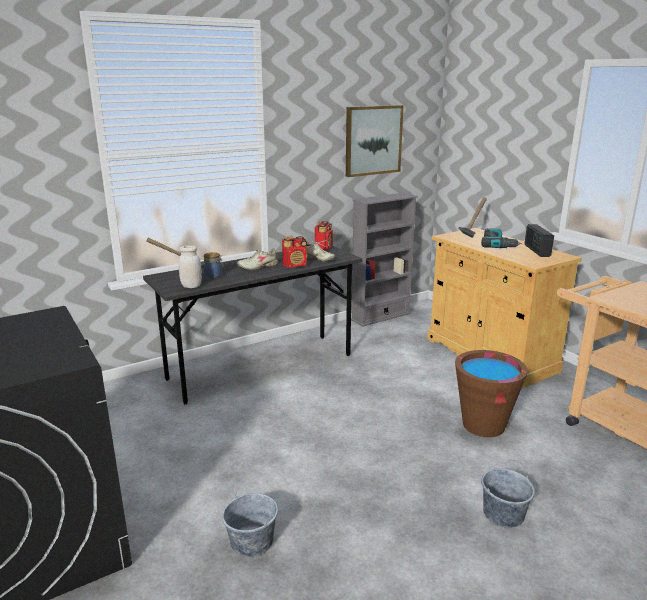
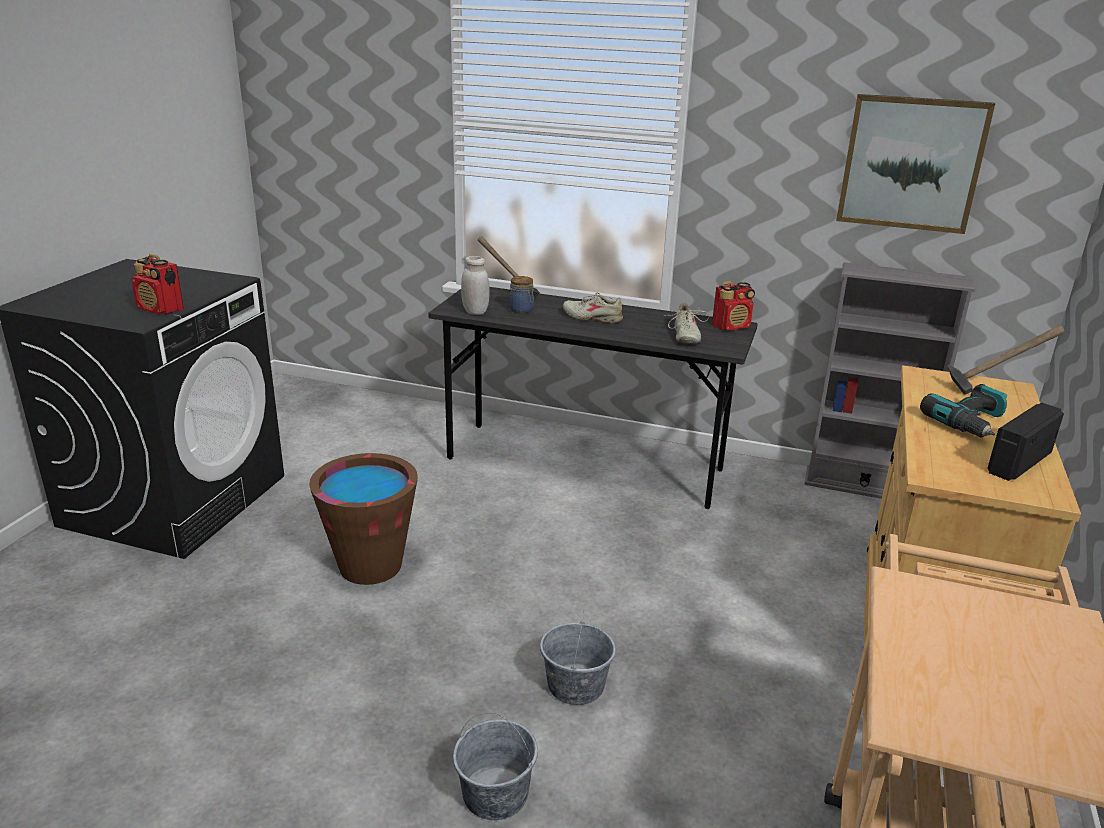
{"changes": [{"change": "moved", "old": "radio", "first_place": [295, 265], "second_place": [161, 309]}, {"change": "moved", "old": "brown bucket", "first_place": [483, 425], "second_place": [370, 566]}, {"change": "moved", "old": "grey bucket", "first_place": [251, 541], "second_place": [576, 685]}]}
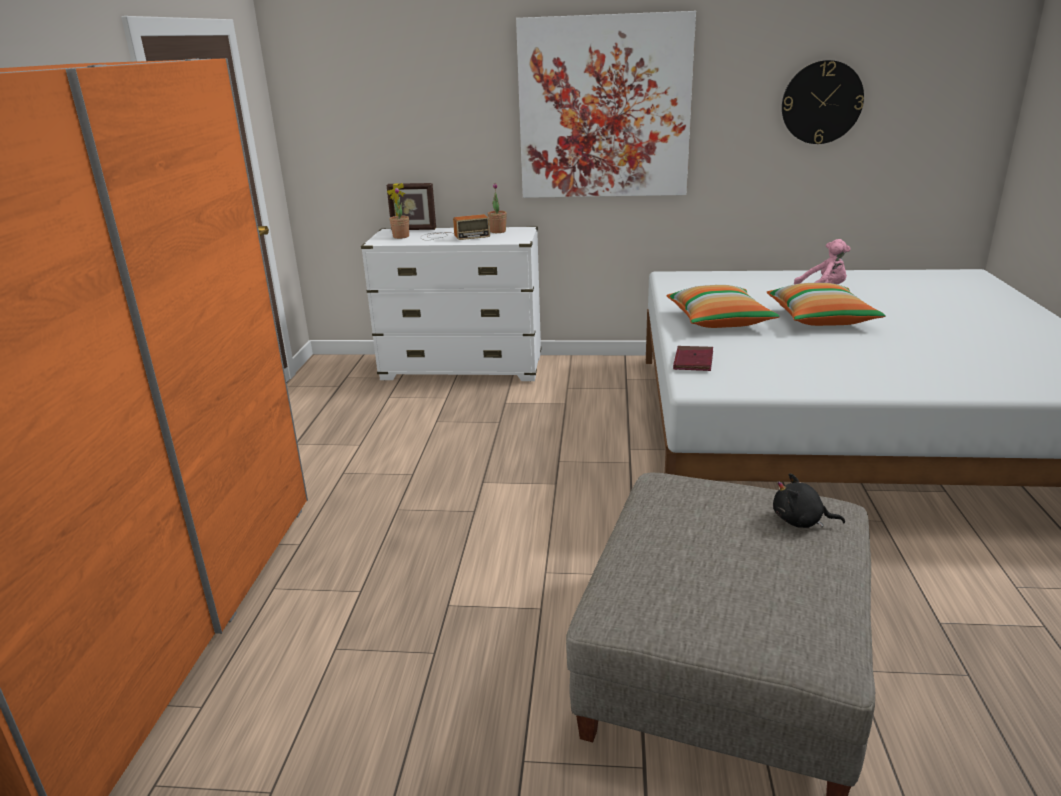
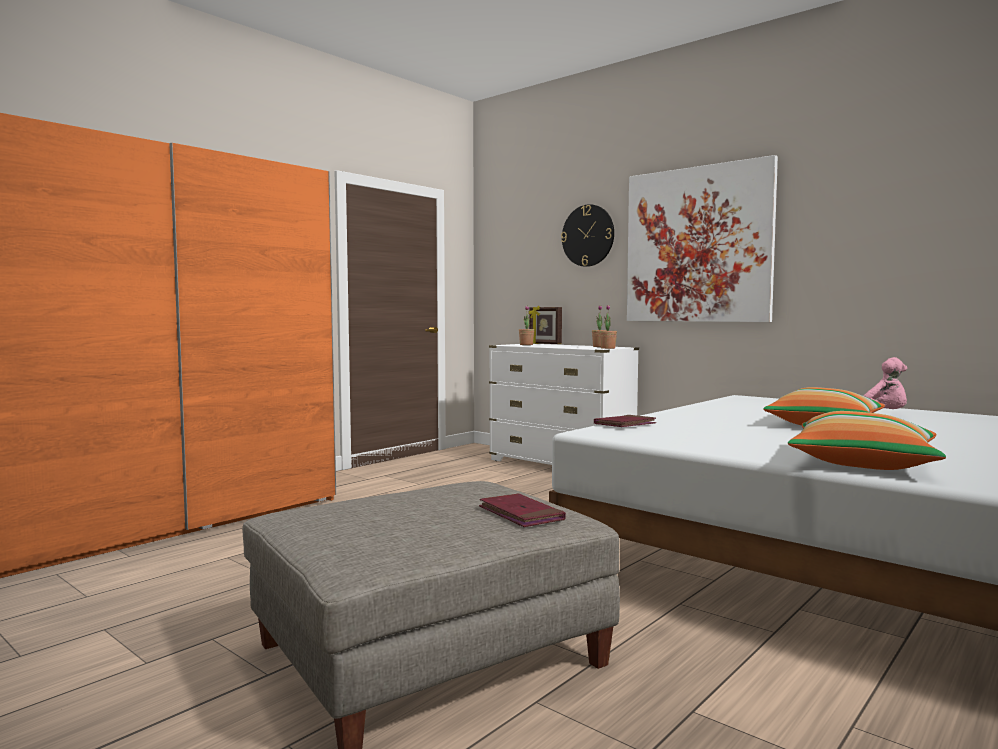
{"changes": [{"change": "replaced", "old": "black plush toy", "new": "red book", "first_place": [801, 521], "second_place": [521, 514]}, {"change": "moved", "old": "wall clock", "first_place": [822, 102], "second_place": [588, 235]}, {"change": "added", "new": "potted plant", "second_place": [608, 348]}, {"change": "moved", "old": "pillow", "first_place": [719, 321], "second_place": [863, 463]}, {"change": "removed", "old": "radio", "first_place": [452, 236]}]}
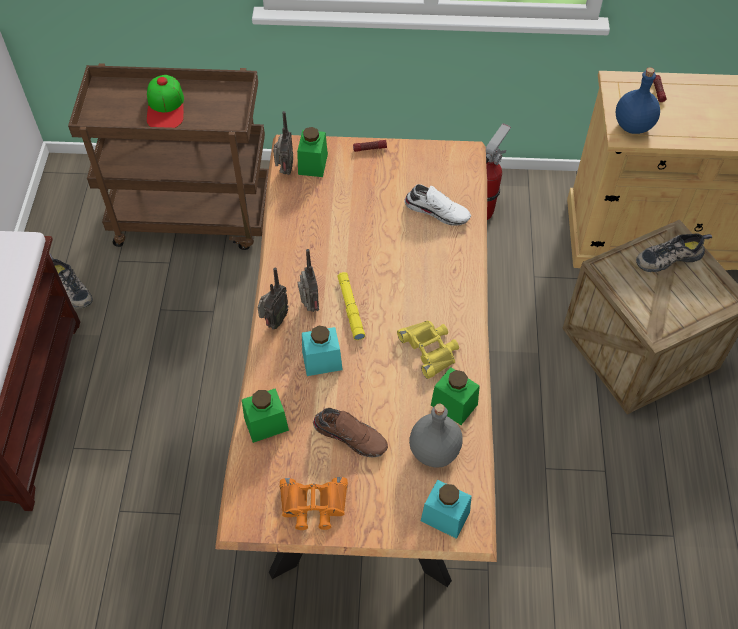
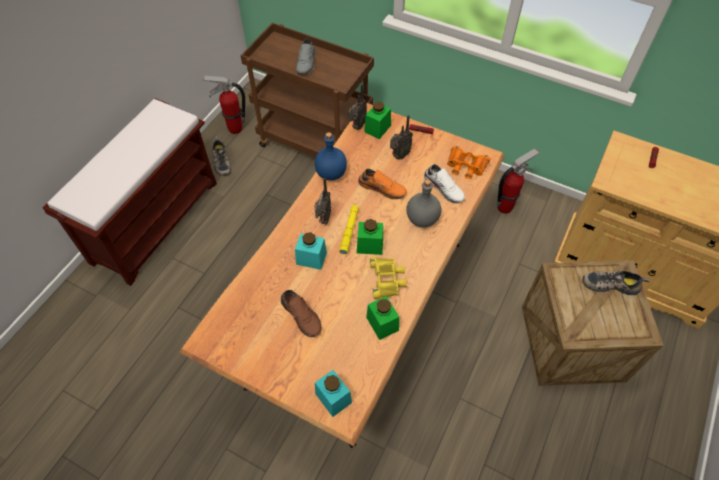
{"changes": [{"change": "added", "new": "fire extinguisher", "second_place": [234, 129]}, {"change": "replaced", "old": "cap", "new": "grey shoe", "first_place": [166, 107], "second_place": [307, 63]}, {"change": "moved", "old": "blue bottle", "first_place": [632, 126], "second_place": [330, 173]}, {"change": "moved", "old": "green jar", "first_place": [266, 424], "second_place": [370, 245]}, {"change": "added", "new": "orange shoe", "second_place": [382, 188]}, {"change": "moved", "old": "radio", "first_place": [274, 322], "second_place": [399, 156]}, {"change": "moved", "old": "grey bottle", "first_place": [433, 450], "second_place": [422, 218]}, {"change": "moved", "old": "orange binoculars", "first_place": [313, 505], "second_place": [466, 166]}]}
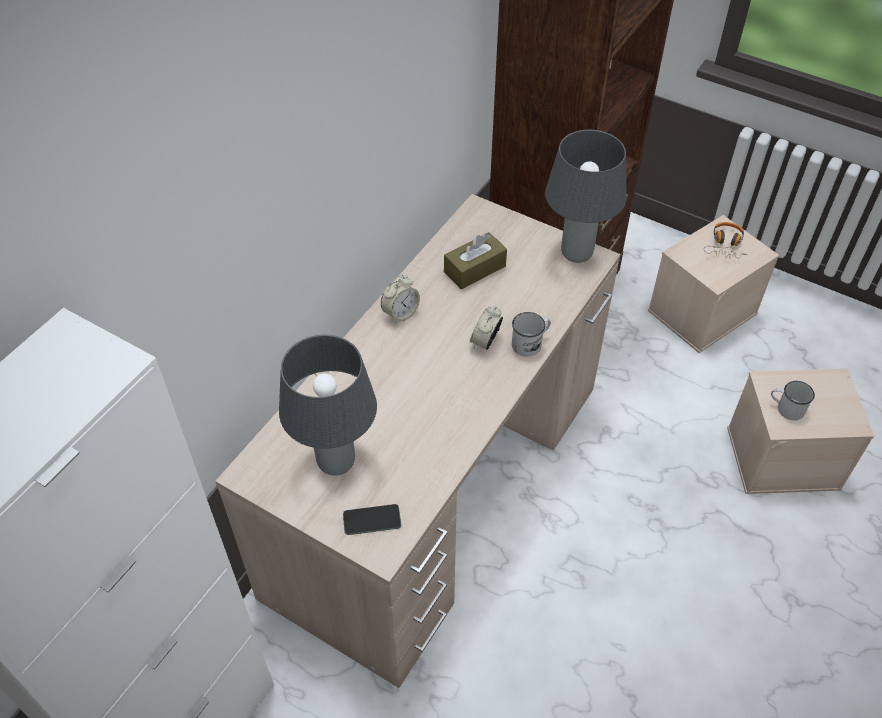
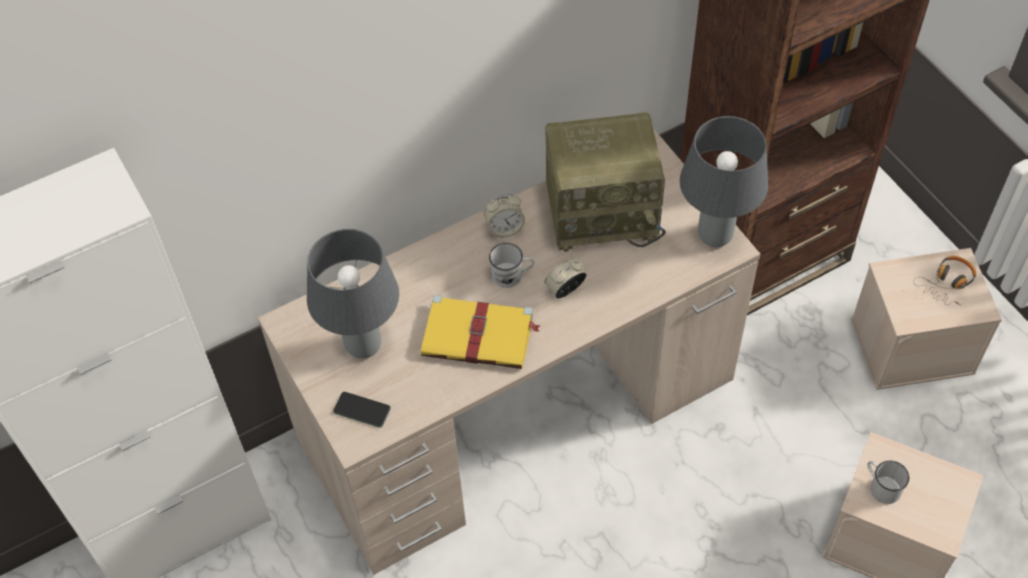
{"changes": [{"change": "added", "new": "yellow book", "second_place": [479, 336]}, {"change": "moved", "old": "white mug", "first_place": [530, 343], "second_place": [512, 275]}, {"change": "replaced", "old": "brown tissue box", "new": "radio", "first_place": [474, 269], "second_place": [603, 211]}]}
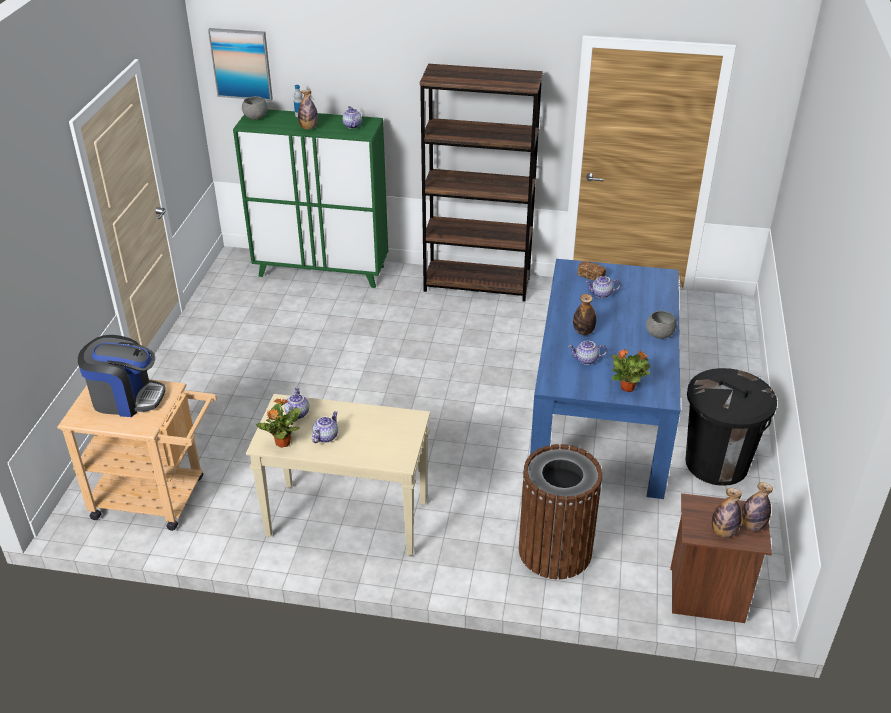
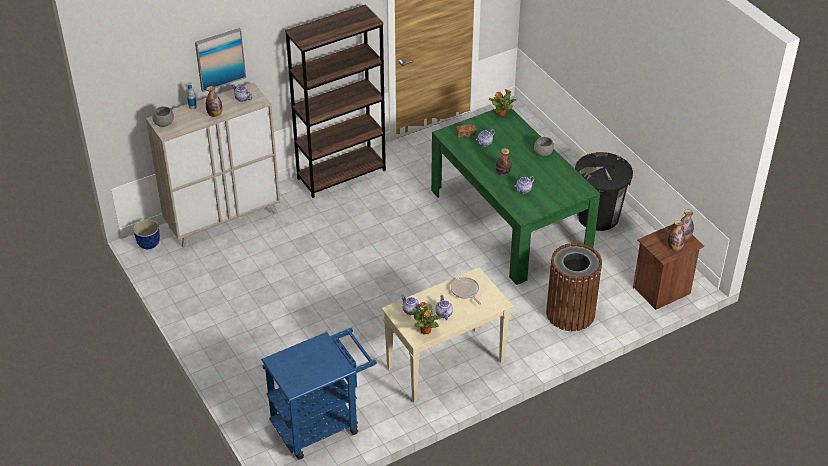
{"changes": [{"change": "added", "new": "planter", "second_place": [148, 244]}, {"change": "recoloured", "old": "green cabinet", "new": "beige cabinet", "first_place": [322, 271], "second_place": [223, 219]}, {"change": "moved", "old": "picture", "first_place": [241, 64], "second_place": [220, 59]}, {"change": "recoloured", "old": "beige cart", "new": "blue cart", "first_place": [158, 498], "second_place": [321, 423]}, {"change": "recoloured", "old": "blue dining table", "new": "green dining table", "first_place": [601, 413], "second_place": [510, 220]}, {"change": "added", "new": "frying pan", "second_place": [465, 291]}, {"change": "moved", "old": "potted plant", "first_place": [628, 388], "second_place": [501, 114]}, {"change": "removed", "old": "coffee machine", "first_place": [126, 398]}]}
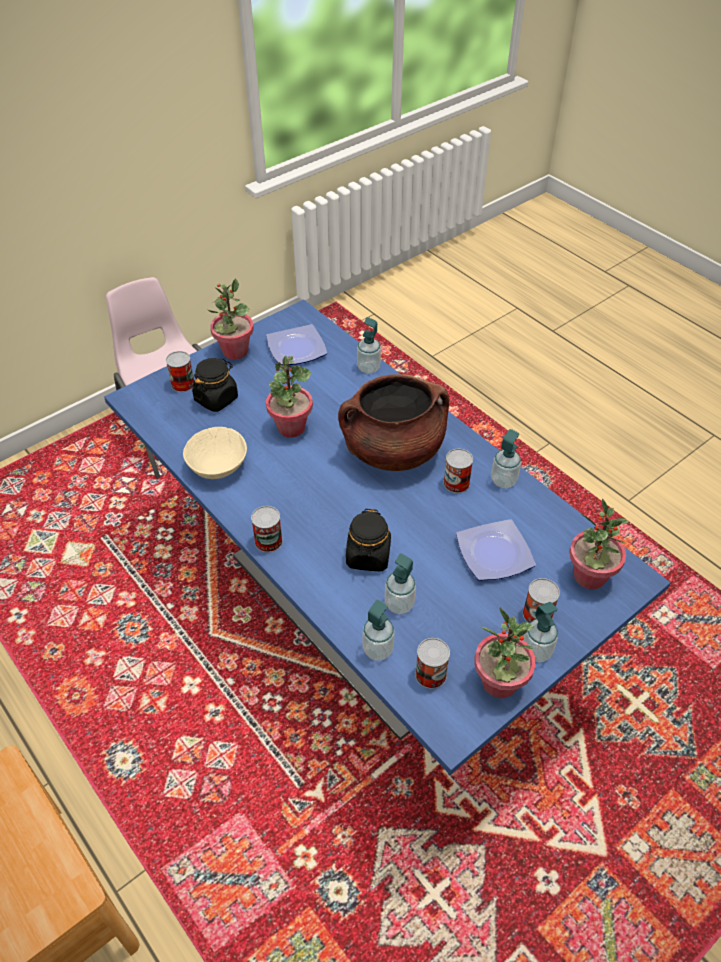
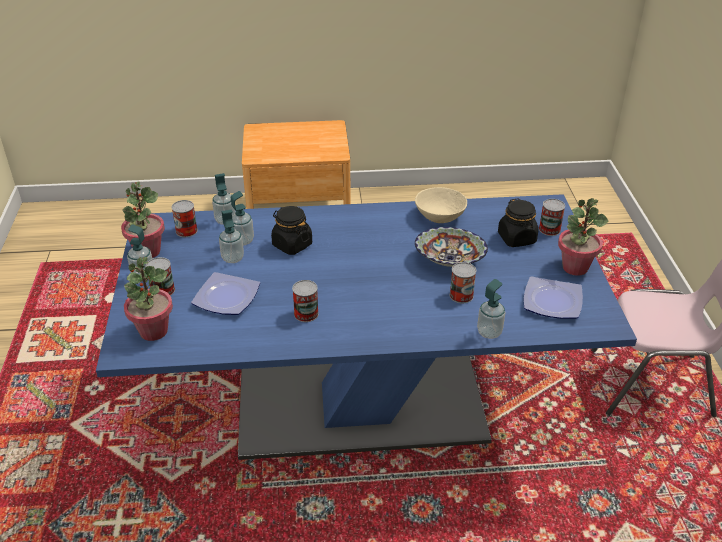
{"changes": [{"change": "moved", "old": "soap dispenser", "first_place": [503, 480], "second_place": [233, 258]}, {"change": "replaced", "old": "potted plant", "new": "bowl", "first_place": [291, 427], "second_place": [449, 260]}, {"change": "moved", "old": "can", "first_place": [268, 541], "second_place": [461, 295]}, {"change": "removed", "old": "brown cooking pot", "first_place": [393, 451]}]}
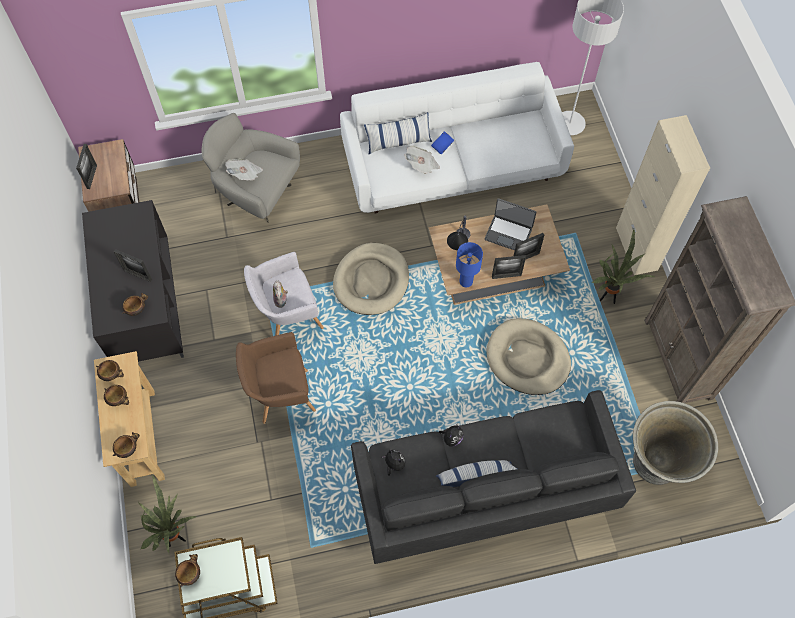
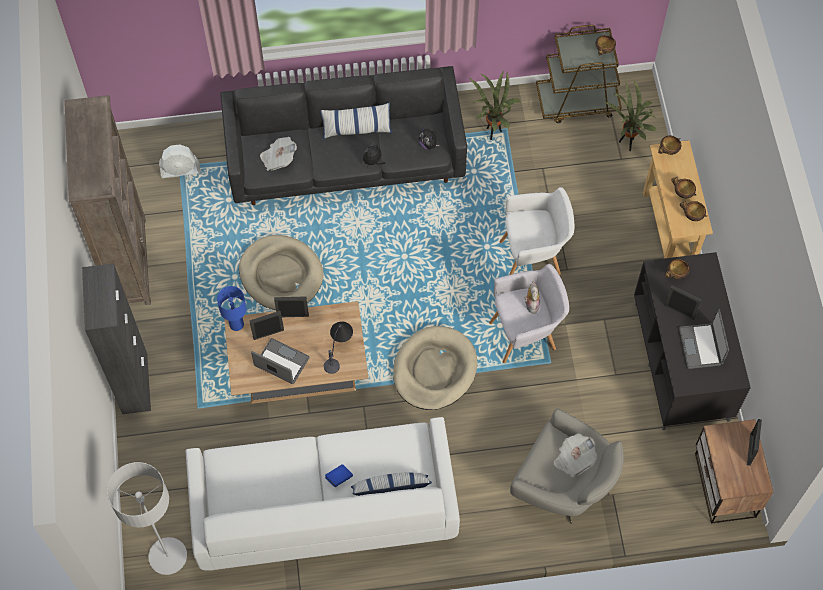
{"changes": [{"change": "recoloured", "old": "beige cabinet", "new": "black cabinet", "first_place": [636, 249], "second_place": [135, 383]}, {"change": "replaced", "old": "grey planter", "new": "white fan", "first_place": [656, 463], "second_place": [180, 170]}, {"change": "moved", "old": "blue table lamp", "first_place": [465, 281], "second_place": [237, 325]}, {"change": "moved", "old": "newspaper", "first_place": [422, 165], "second_place": [278, 159]}, {"change": "moved", "old": "potted plant", "first_place": [608, 297], "second_place": [492, 133]}, {"change": "recoloured", "old": "brown armchair", "new": "white armchair", "first_place": [281, 396], "second_place": [533, 257]}, {"change": "added", "new": "laptop", "second_place": [701, 346]}]}
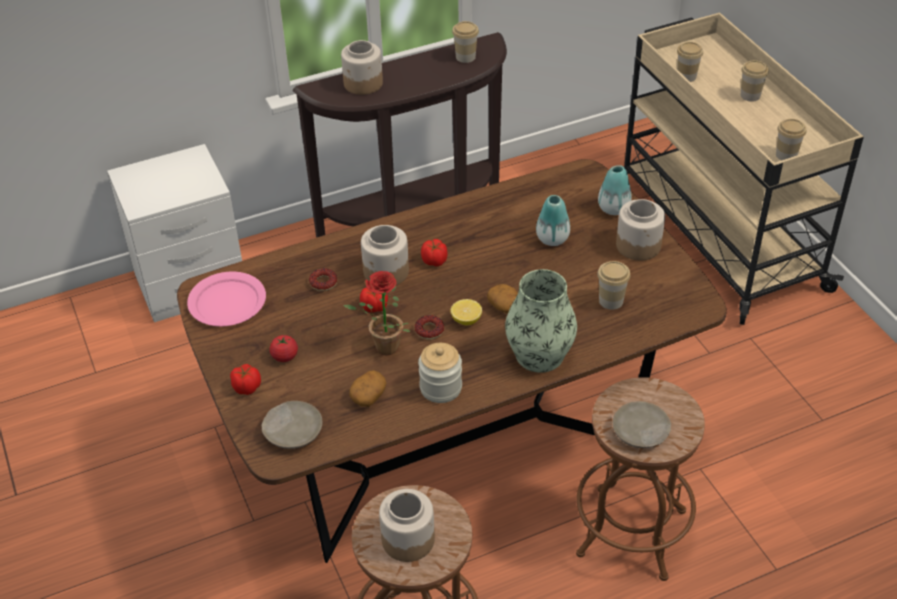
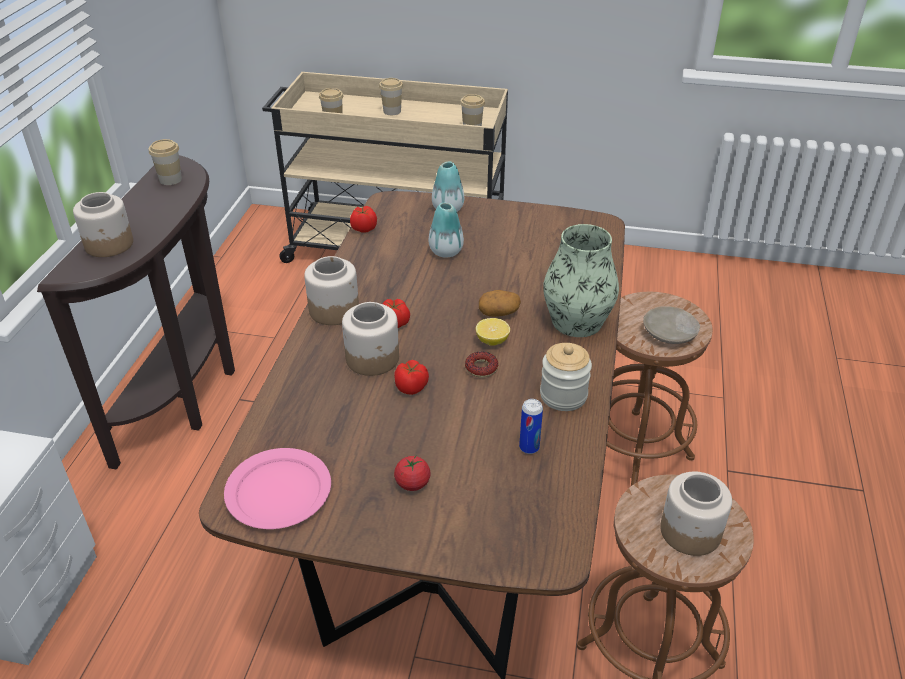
{"changes": [{"change": "moved", "old": "jar", "first_place": [638, 245], "second_place": [334, 310]}, {"change": "moved", "old": "tomato", "first_place": [246, 387], "second_place": [363, 228]}, {"change": "replaced", "old": "potato", "new": "can", "first_place": [368, 395], "second_place": [529, 447]}, {"change": "removed", "old": "beige plate", "first_place": [293, 431]}, {"change": "removed", "old": "donut", "first_place": [323, 282]}, {"change": "removed", "old": "potted plant", "first_place": [382, 349]}, {"change": "removed", "old": "cup", "first_place": [611, 301]}]}
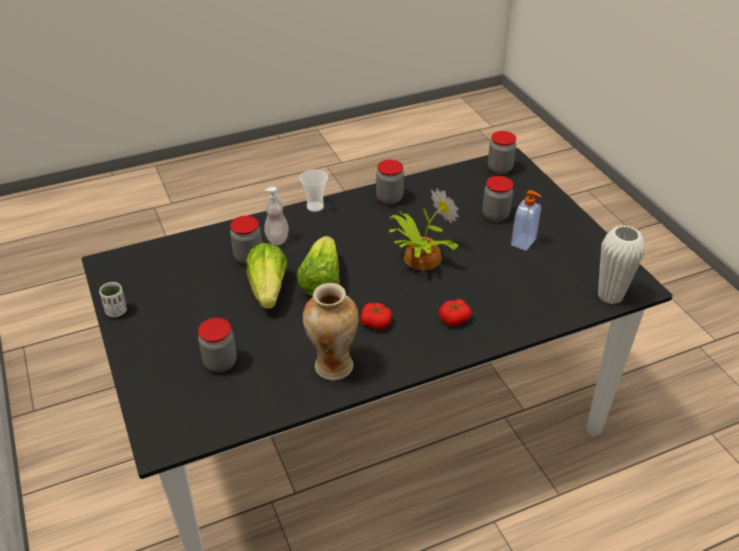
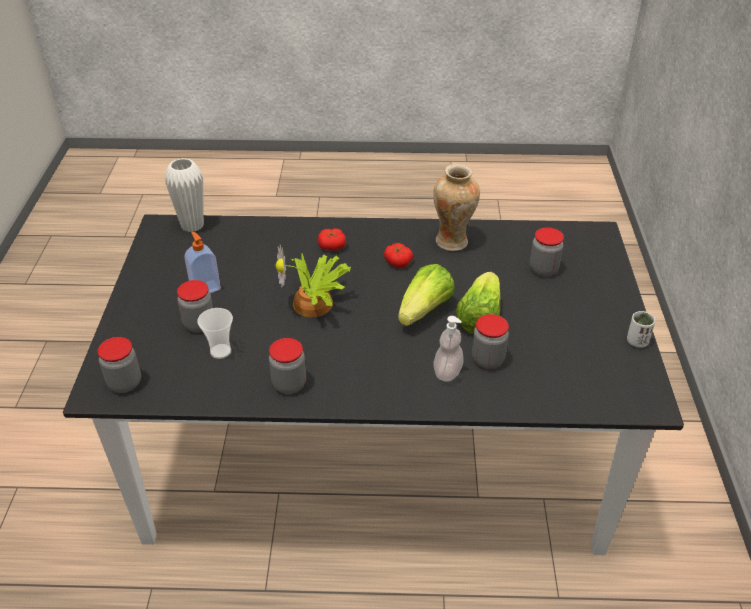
{"changes": [{"change": "moved", "old": "cup", "first_place": [315, 207], "second_place": [220, 351]}]}
